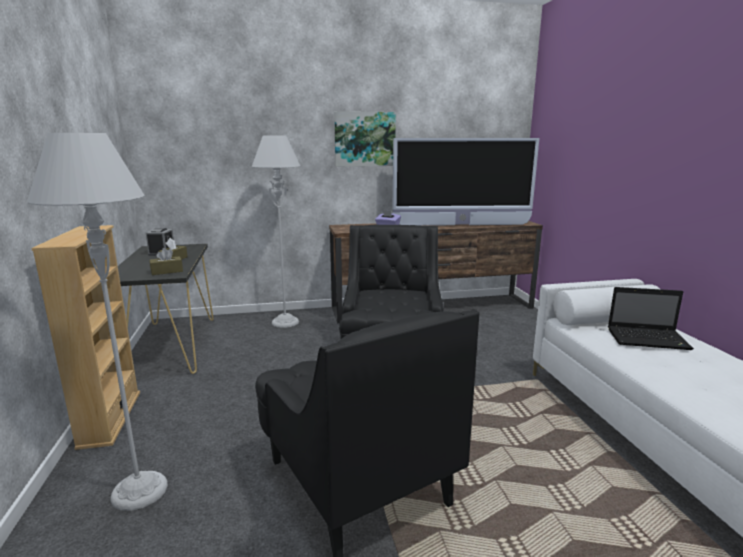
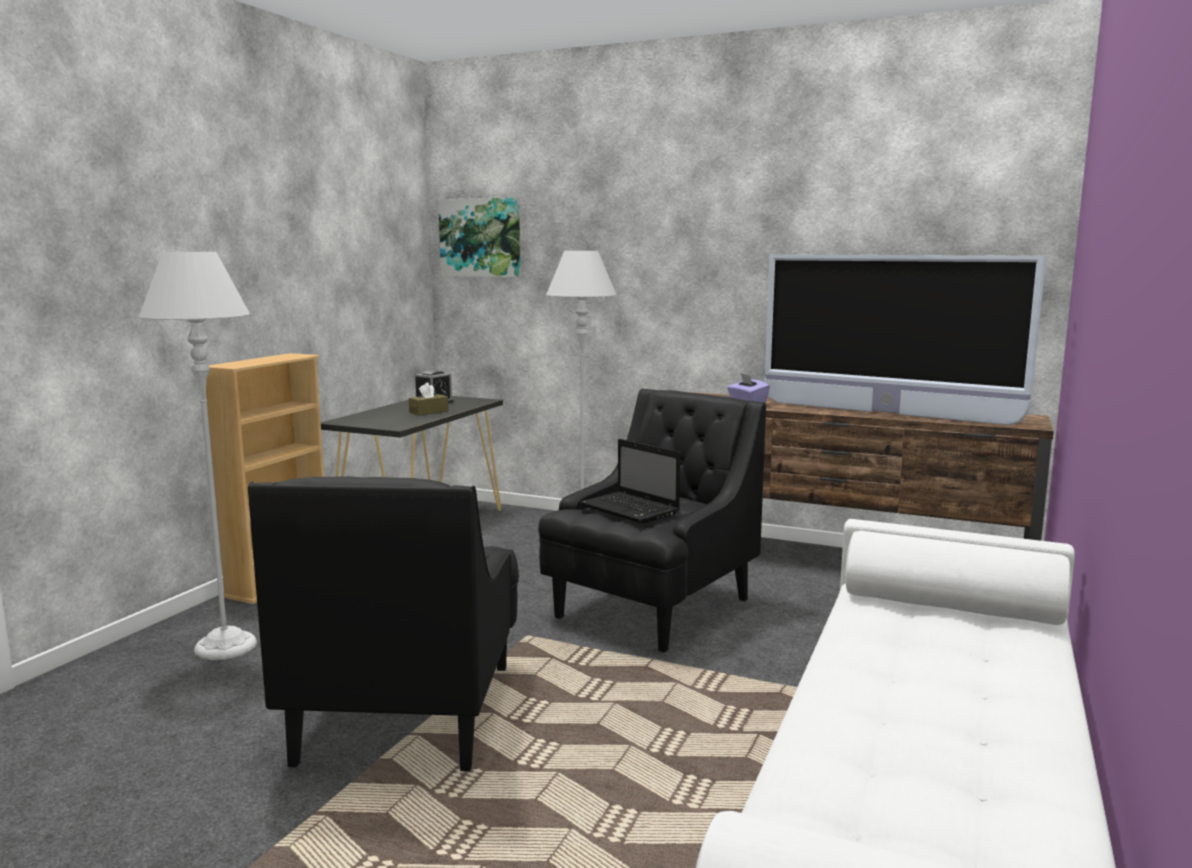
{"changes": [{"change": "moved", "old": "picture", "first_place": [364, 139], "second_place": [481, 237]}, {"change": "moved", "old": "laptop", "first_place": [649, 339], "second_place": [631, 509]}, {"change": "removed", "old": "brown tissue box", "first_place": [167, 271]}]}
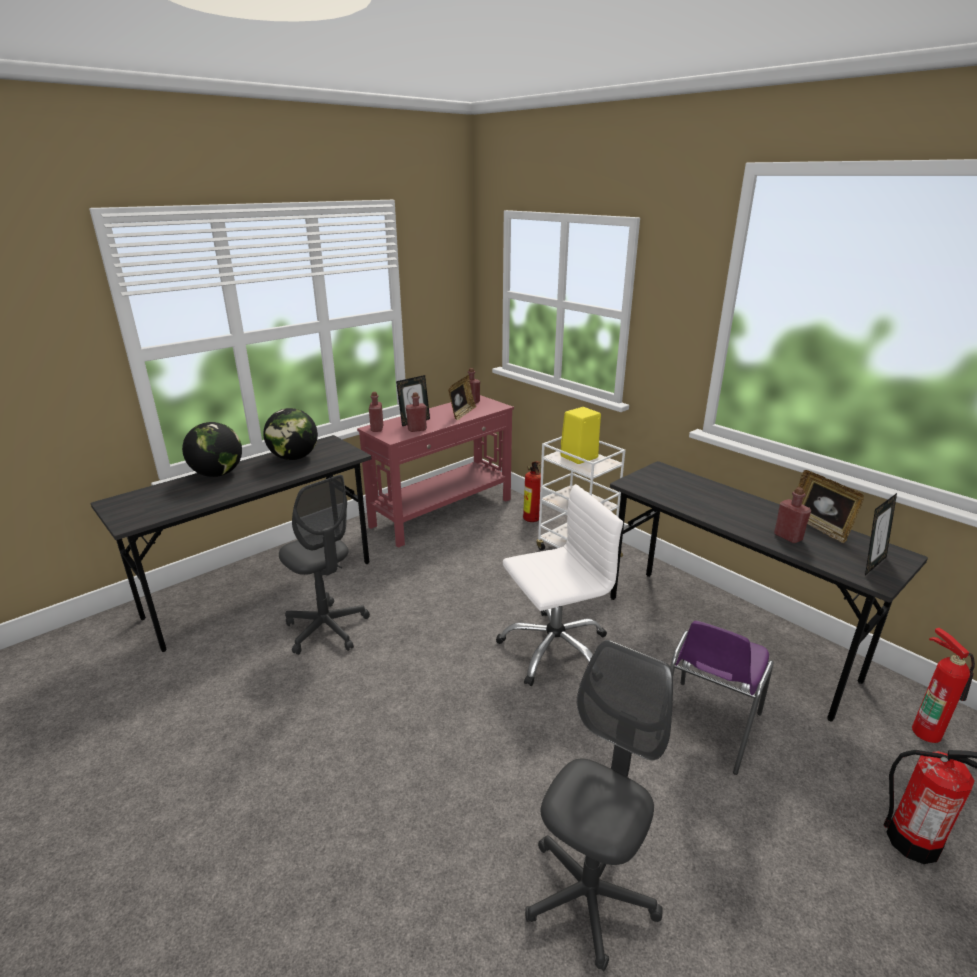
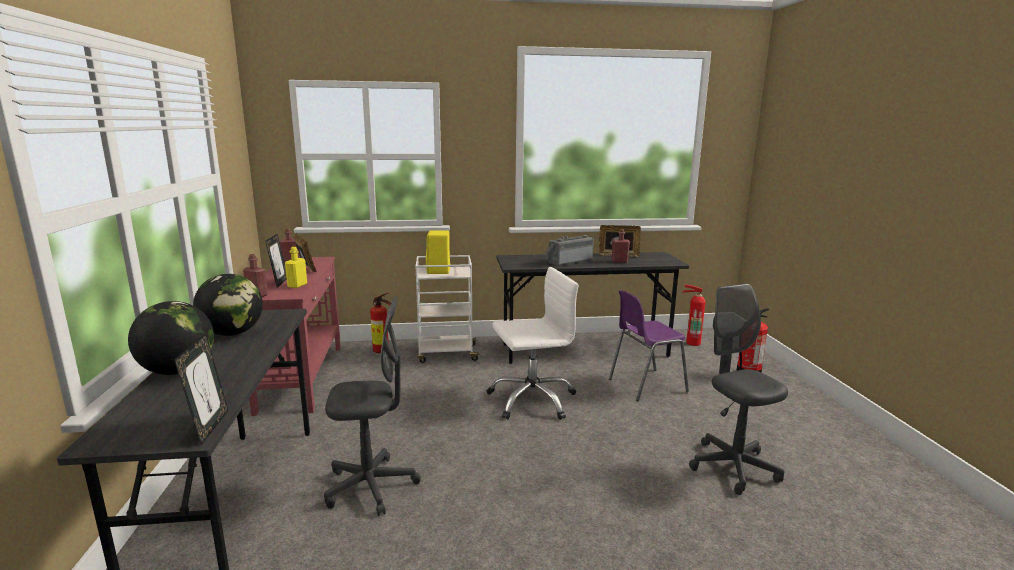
{"changes": [{"change": "moved", "old": "picture frame", "first_place": [871, 564], "second_place": [209, 427]}, {"change": "recoloured", "old": "red bottle", "new": "yellow bottle", "first_place": [417, 429], "second_place": [297, 285]}, {"change": "turned", "old": "white office chair", "first_place": [554, 649], "second_place": [532, 399], "degrees": 60}, {"change": "added", "new": "radio", "second_place": [568, 261]}, {"change": "turned", "old": "purple chair", "first_place": [706, 727], "second_place": [645, 385], "degrees": 90}]}
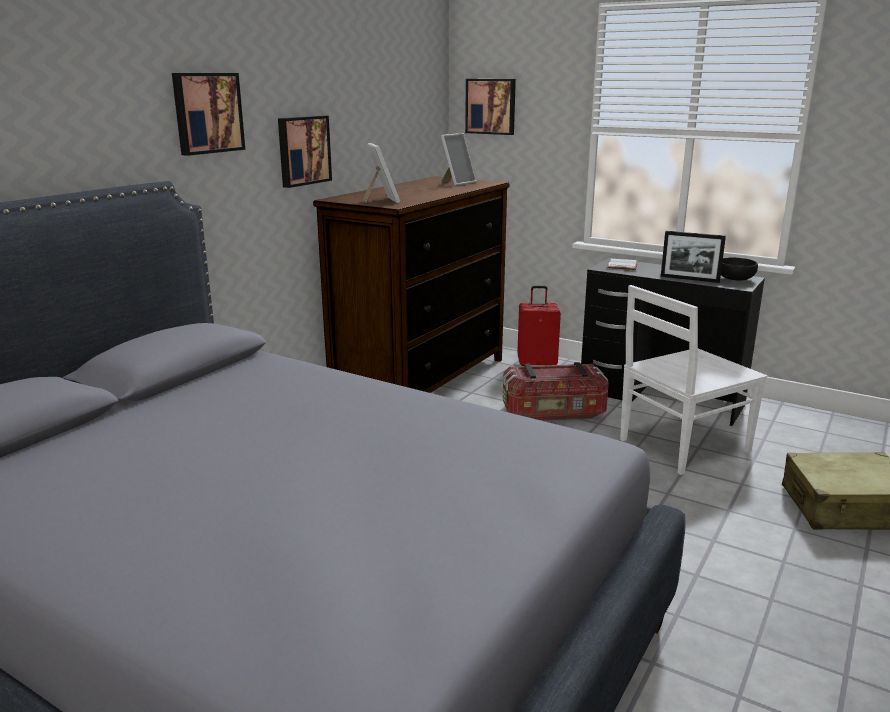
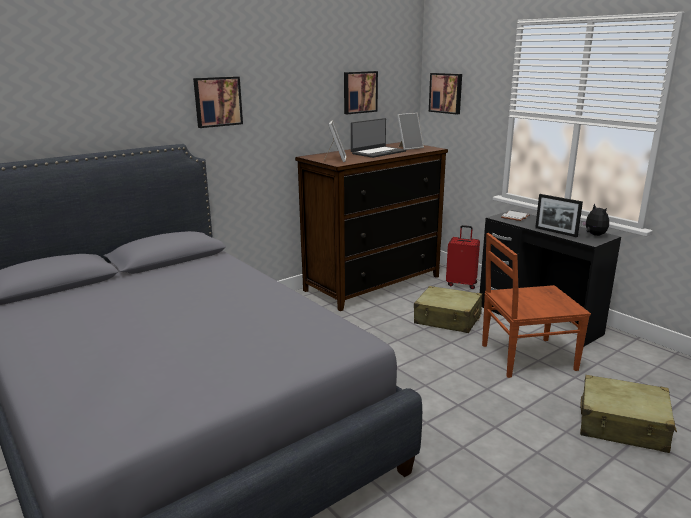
{"changes": [{"change": "moved", "old": "picture", "first_place": [303, 150], "second_place": [359, 92]}, {"change": "added", "new": "laptop", "second_place": [378, 152]}, {"change": "replaced", "old": "storage box", "new": "beige suitcase", "first_place": [554, 413], "second_place": [447, 319]}, {"change": "recoloured", "old": "white chair", "new": "brown chair", "first_place": [681, 446], "second_place": [525, 357]}, {"change": "replaced", "old": "black bowl", "new": "plush toy", "first_place": [734, 278], "second_place": [594, 235]}]}
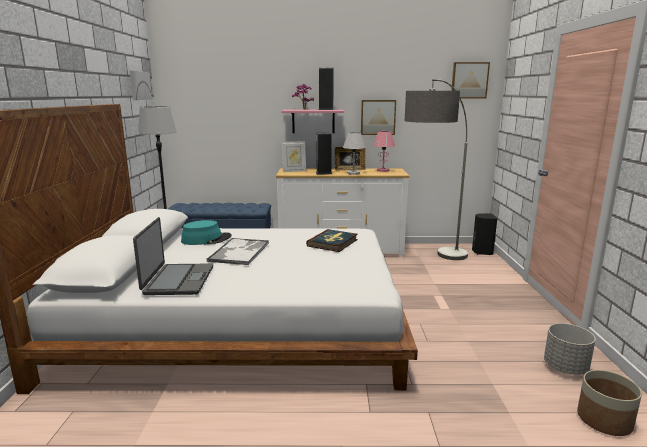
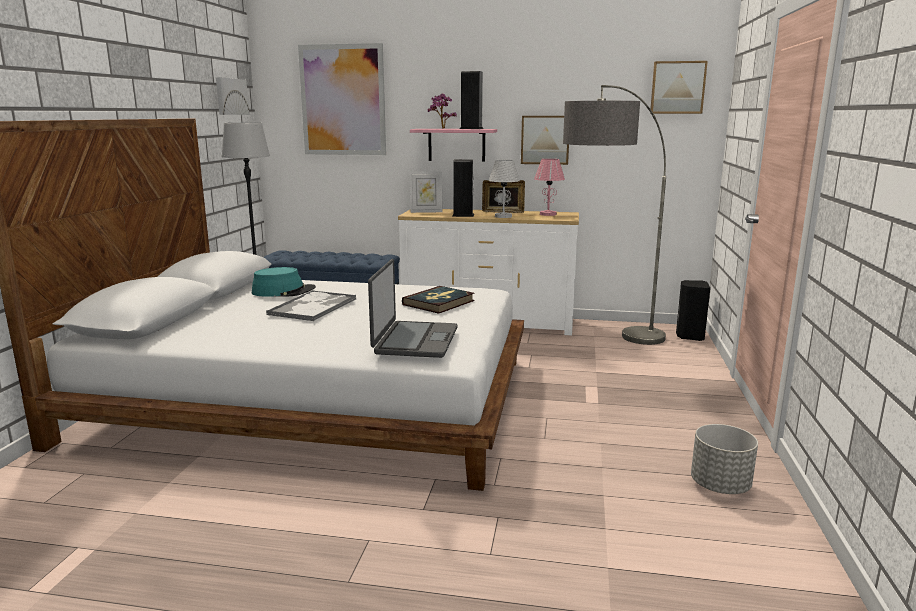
{"changes": [{"change": "added", "new": "picture", "second_place": [343, 100]}, {"change": "moved", "old": "laptop", "first_place": [178, 280], "second_place": [415, 340]}, {"change": "removed", "old": "planter", "first_place": [604, 420]}]}
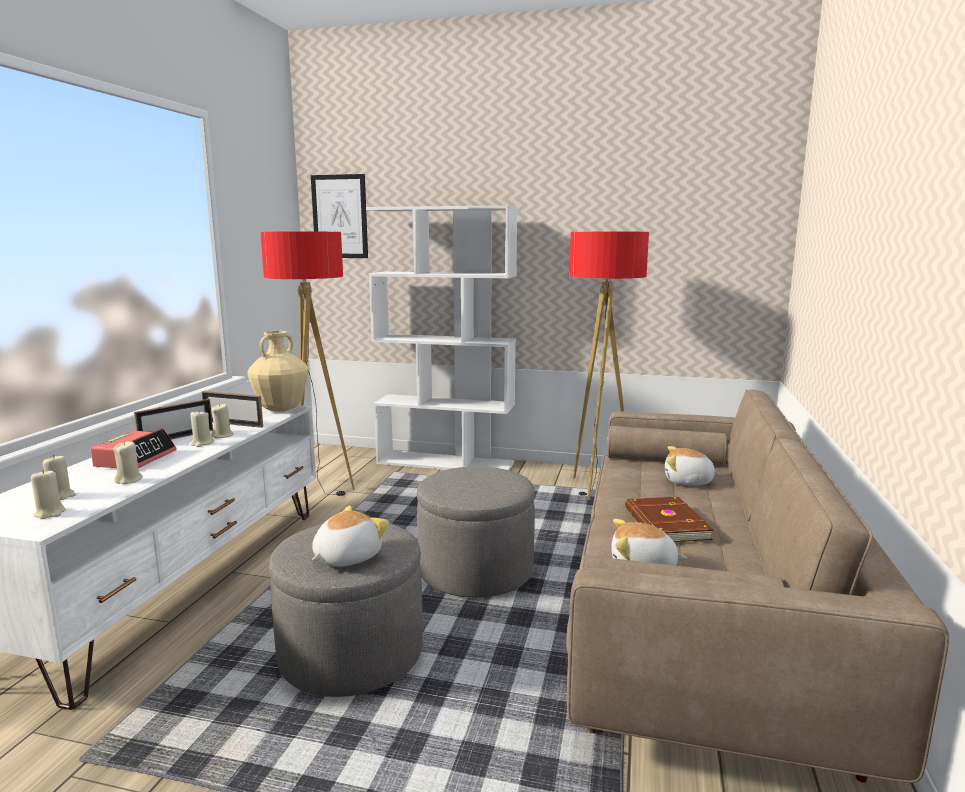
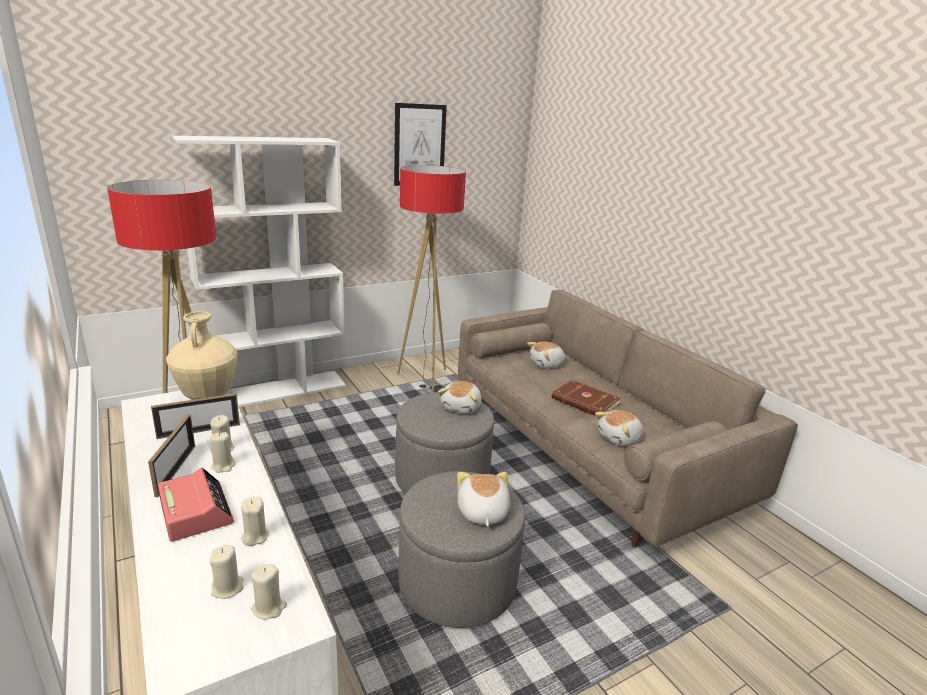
{"changes": [{"change": "moved", "old": "picture", "first_place": [340, 216], "second_place": [419, 145]}, {"change": "added", "new": "plush toy", "second_place": [462, 407]}]}
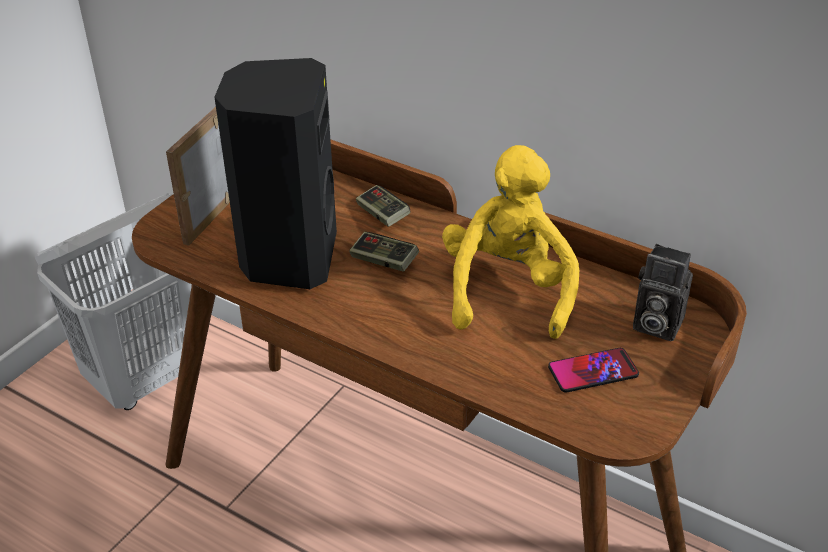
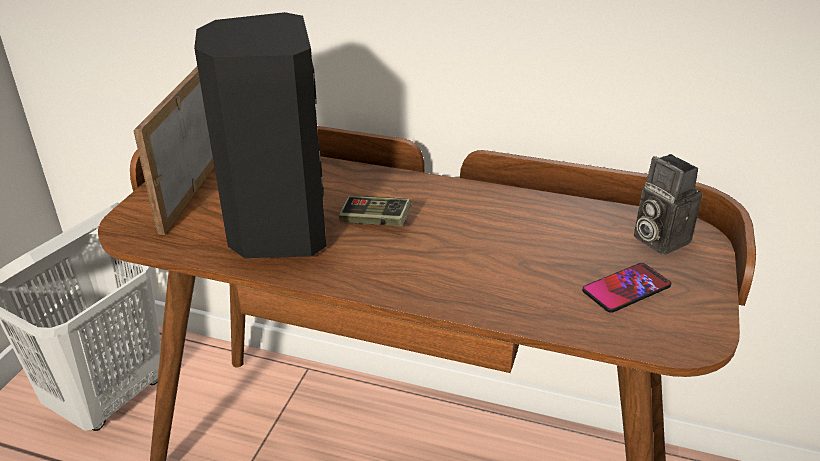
{"changes": [{"change": "turned", "old": "photo camera", "first_place": [654, 324], "second_place": [656, 239], "degrees": 45}, {"change": "removed", "old": "game controller", "first_place": [382, 215]}, {"change": "removed", "old": "yellow plush toy", "first_place": [507, 291]}]}
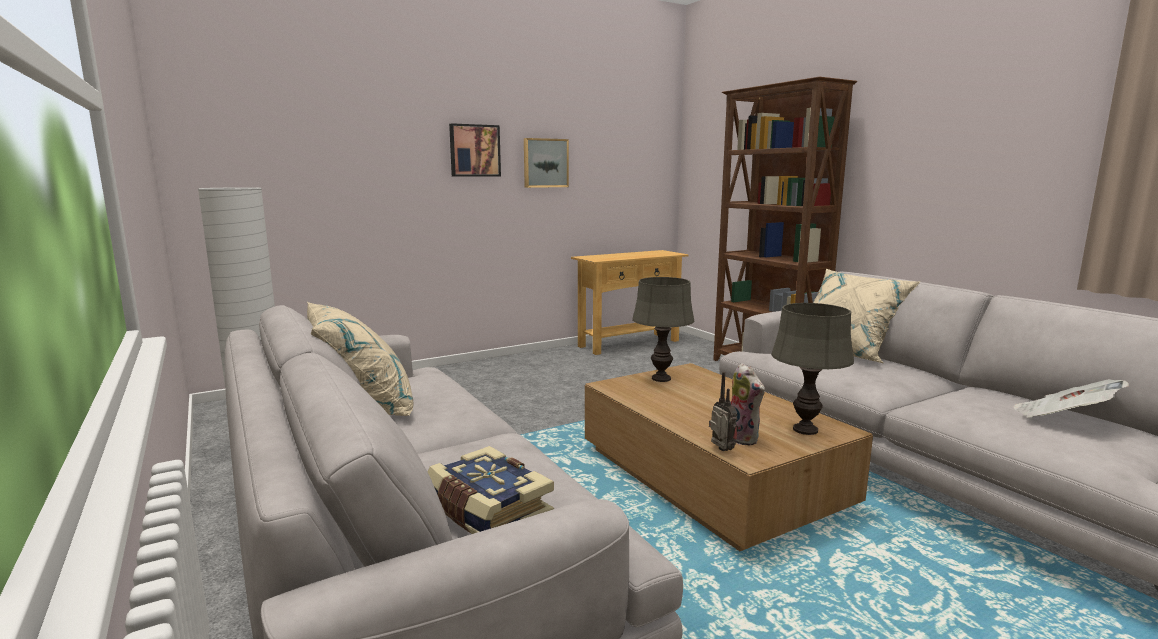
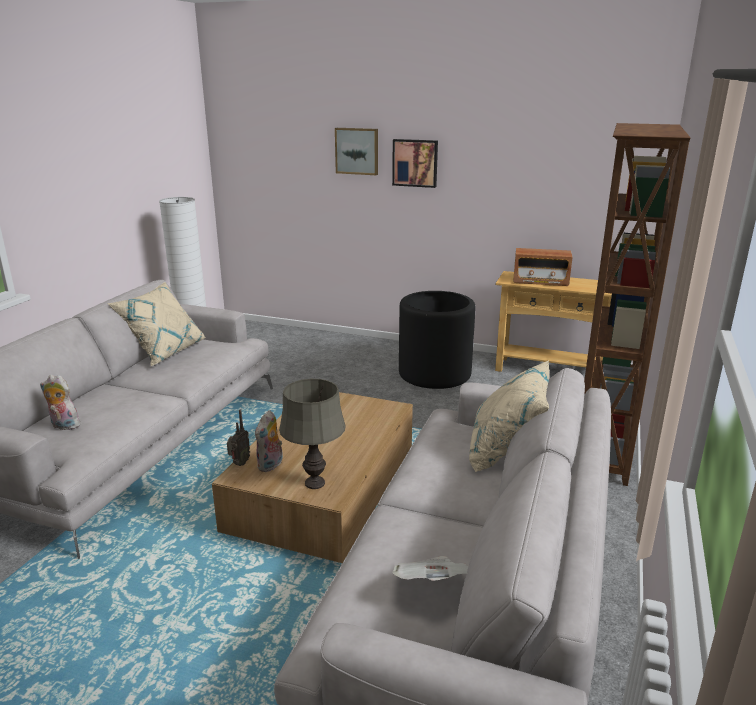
{"changes": [{"change": "replaced", "old": "book", "new": "plush toy", "first_place": [487, 513], "second_place": [63, 426]}, {"change": "moved", "old": "picture", "first_place": [545, 163], "second_place": [357, 151]}, {"change": "added", "new": "black planter", "second_place": [434, 374]}, {"change": "added", "new": "radio", "second_place": [540, 281]}, {"change": "removed", "old": "grey table lamp", "first_place": [661, 378]}]}
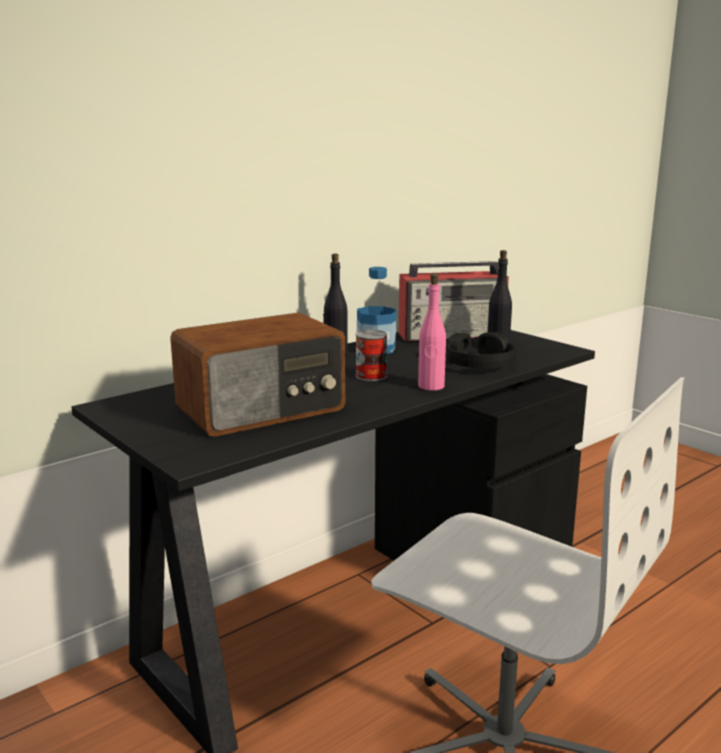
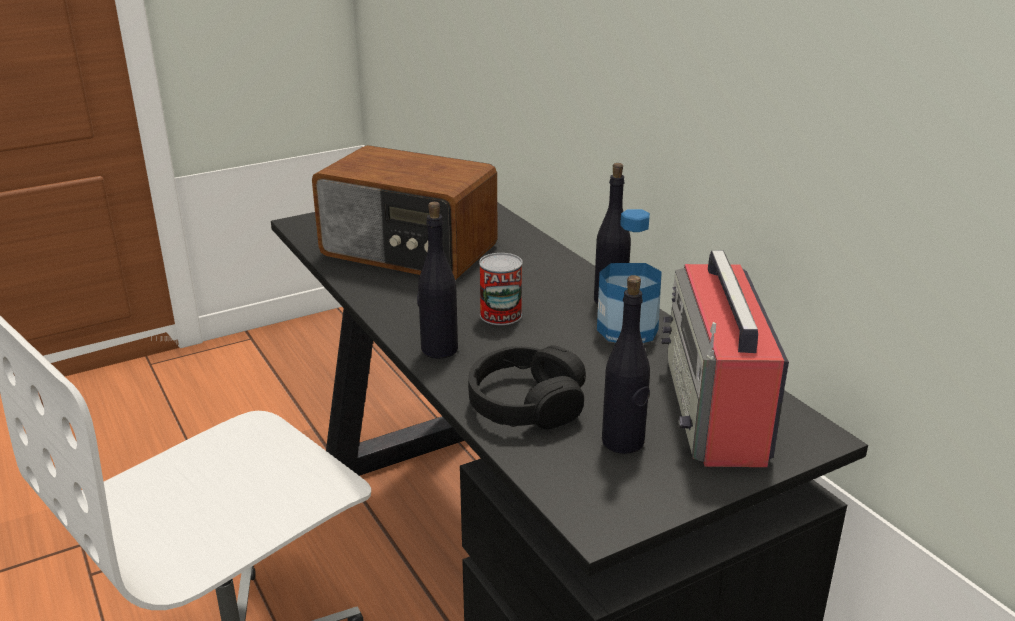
{"changes": [{"change": "turned", "old": "radio", "first_place": [263, 410], "second_place": [408, 251], "degrees": -45}, {"change": "recoloured", "old": "pink bottle", "new": "black bottle", "first_place": [431, 386], "second_place": [439, 349]}]}
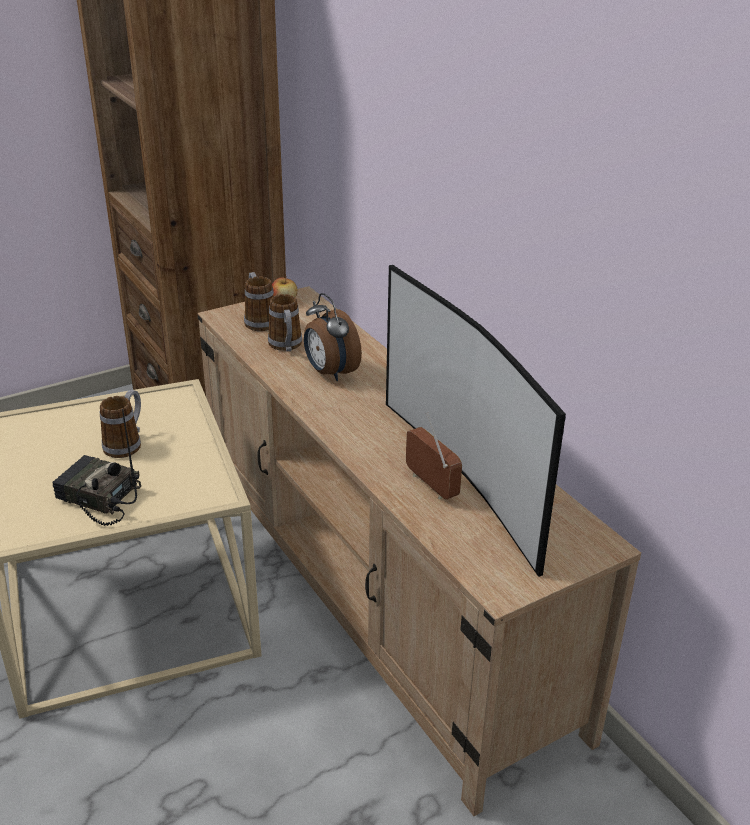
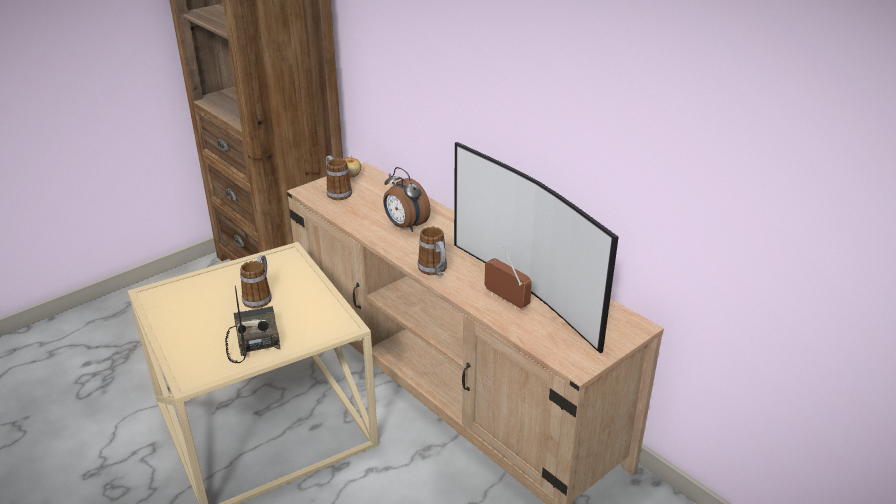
{"changes": [{"change": "turned", "old": "radio", "first_place": [98, 498], "second_place": [253, 340], "degrees": 60}, {"change": "moved", "old": "mug", "first_place": [286, 346], "second_place": [435, 271]}]}
